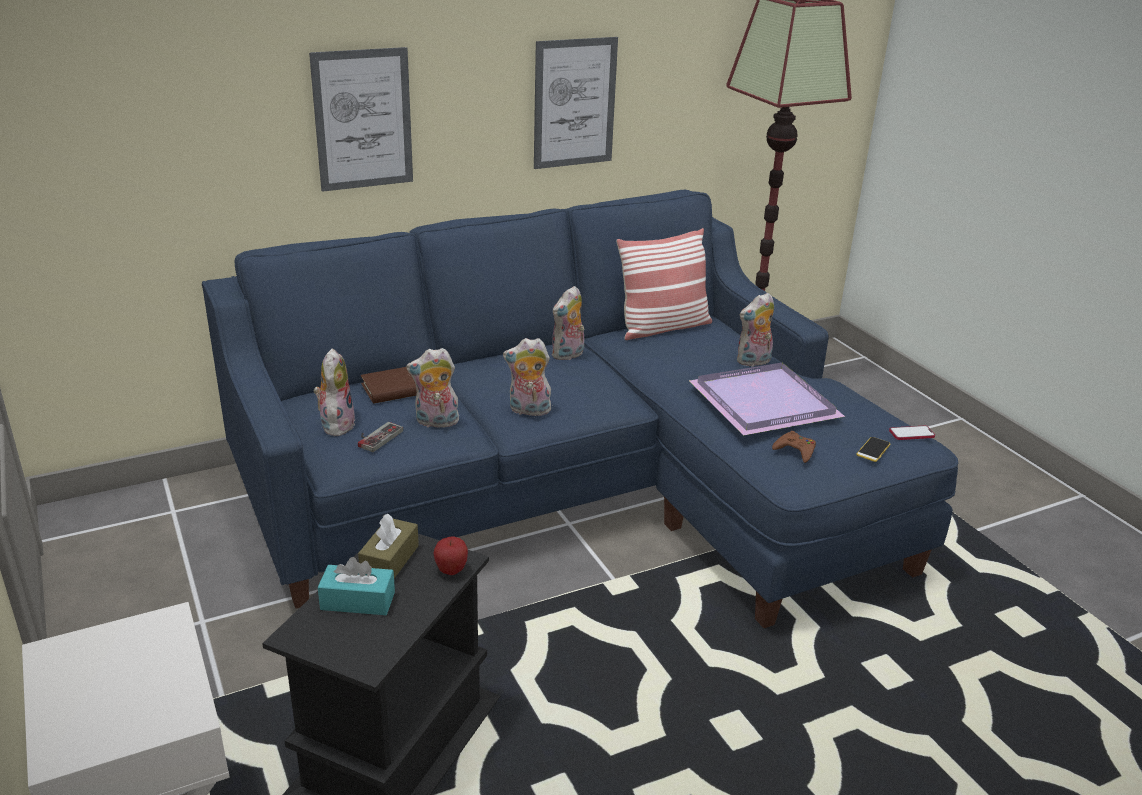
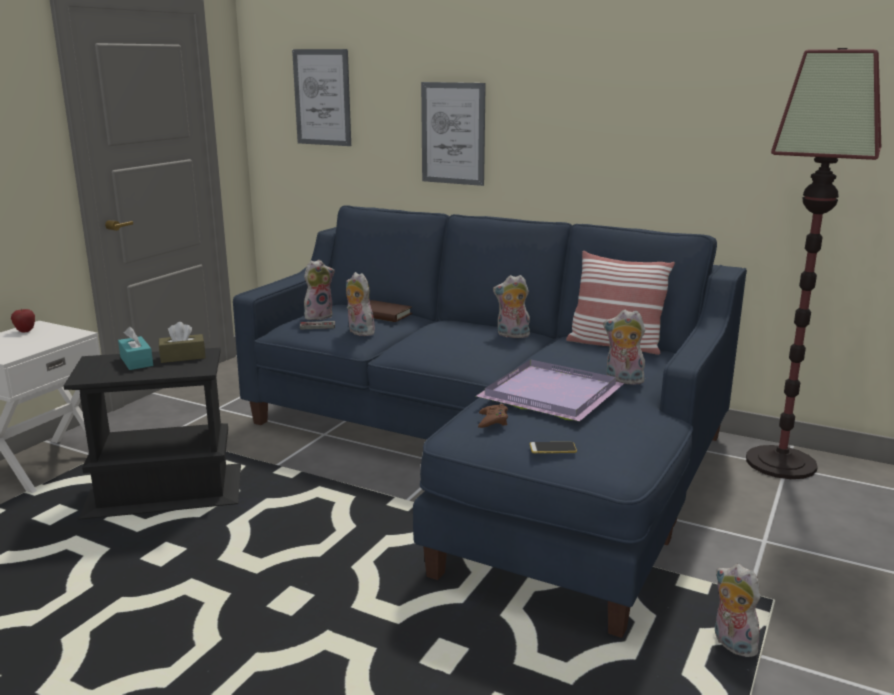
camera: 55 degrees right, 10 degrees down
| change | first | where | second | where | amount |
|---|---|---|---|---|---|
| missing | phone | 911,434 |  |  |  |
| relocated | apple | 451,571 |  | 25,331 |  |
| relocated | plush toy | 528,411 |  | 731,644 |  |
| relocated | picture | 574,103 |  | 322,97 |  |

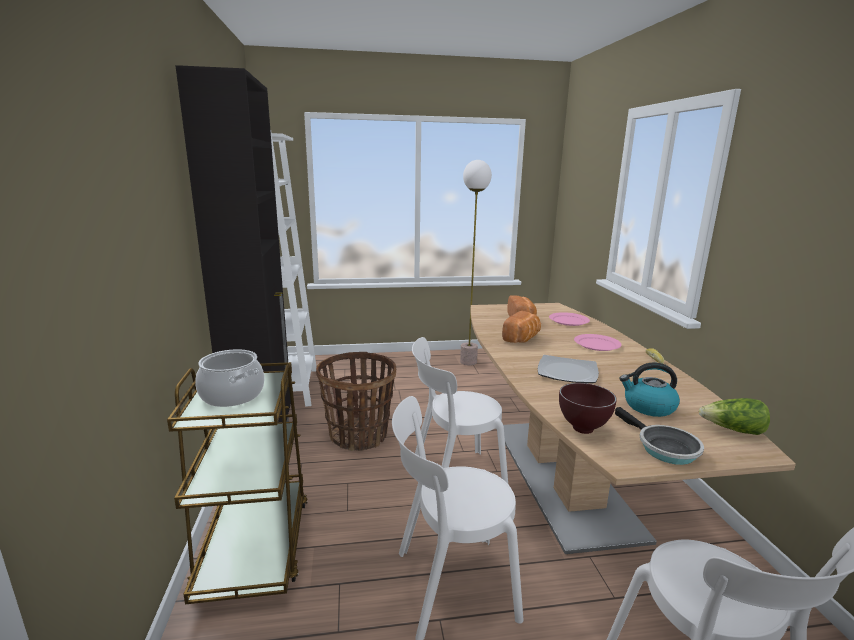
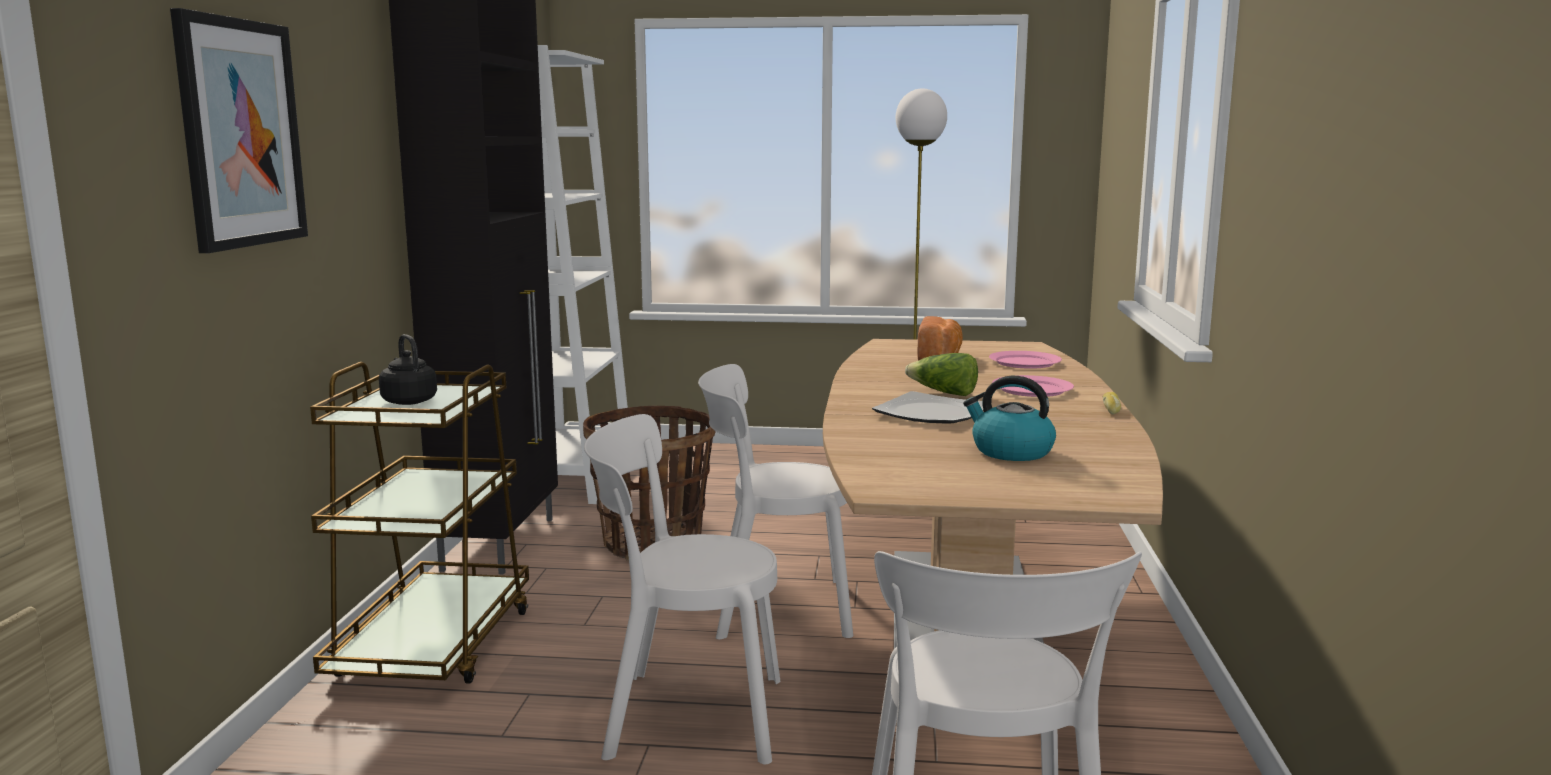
camera: 15 degrees right, 5 degrees down
| change | first | where | second | where | amount |
|---|---|---|---|---|---|
| missing | bread | 522,338 |  |  |  |
| missing | bowl in brown | 582,430 |  |  |  |
| missing | frying pan | 663,448 |  |  |  |
| appeared |  |  | picture | 240,133 |  |
| relocated | lettuce | 732,430 |  | 943,393 |  |
| exchanged | cooking pot | 232,395 | kettle in black | 408,401 |  |

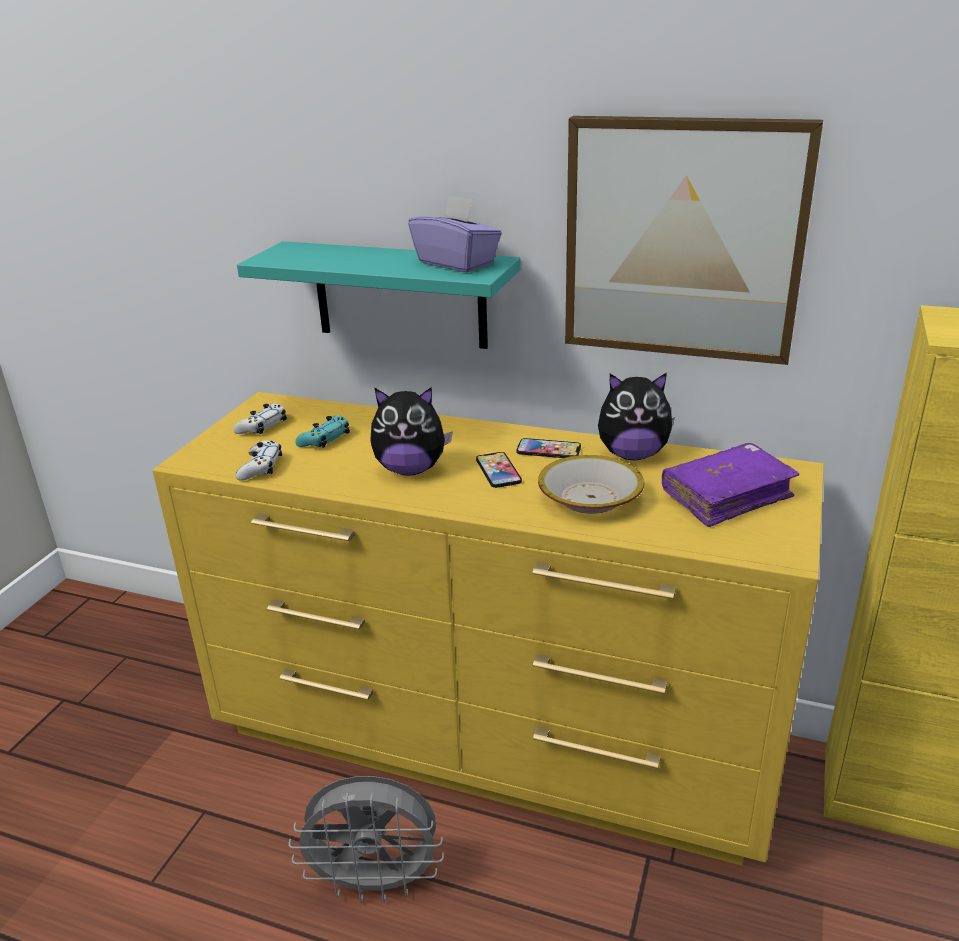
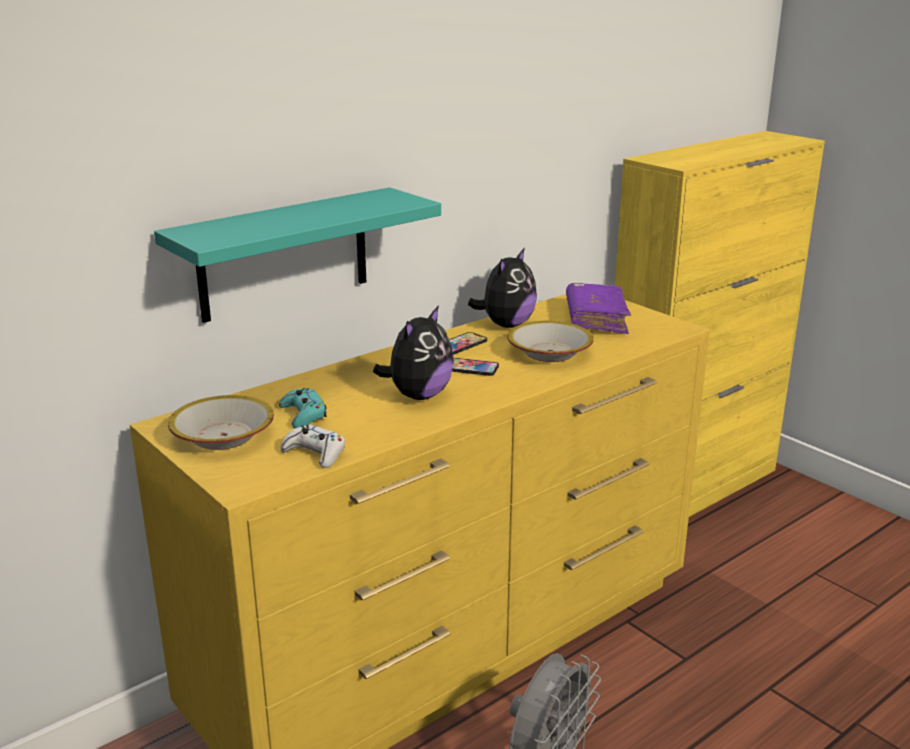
camera: 60 degrees left, 5 degrees down
| change | first | where | second | where | amount |
|---|---|---|---|---|---|
| missing | tissue box in purple | 457,263 |  |  |  |
| missing | picture | 683,239 |  |  |  |
| exchanged | game controller in white | 262,426 | bowl | 224,436 |  |

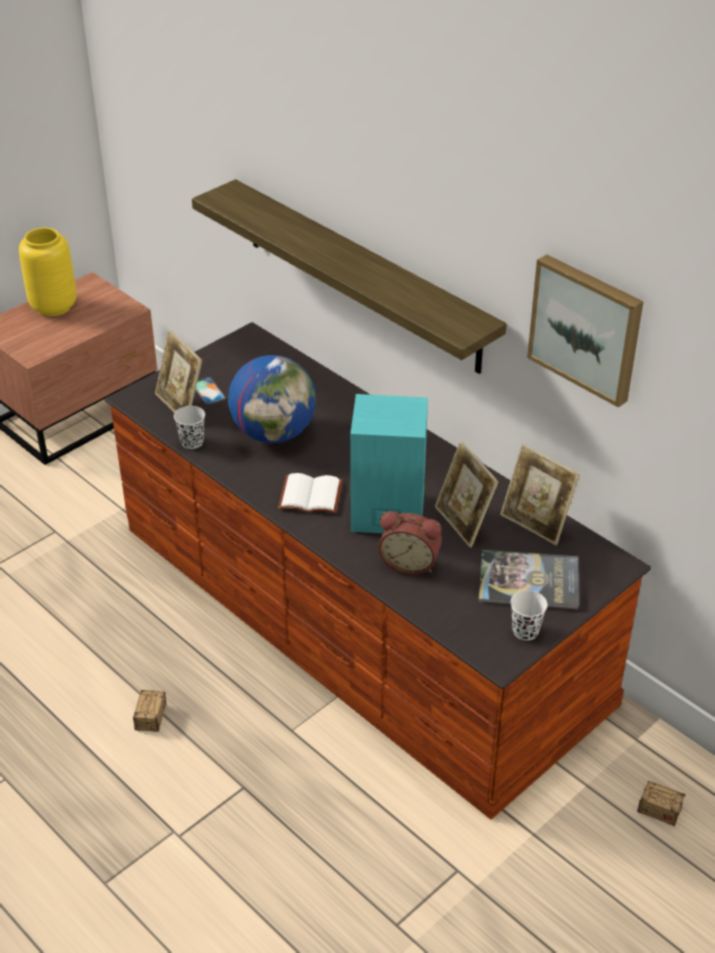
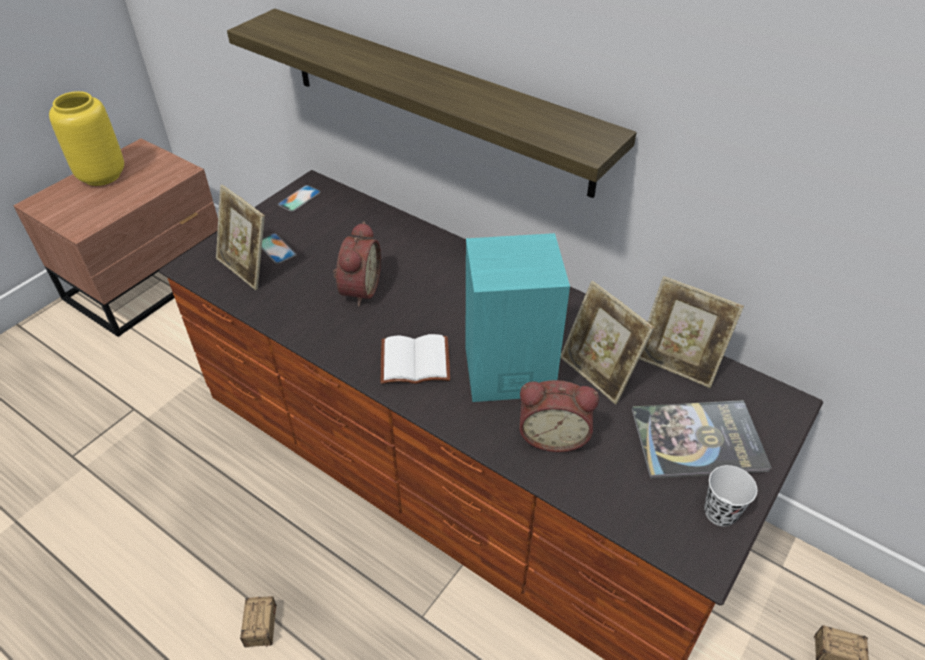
camera: 10 degrees left, 5 degrees up
| change | first | where | second | where | amount |
|---|---|---|---|---|---|
| missing | cup in black | 192,442 |  |  |  |
| missing | picture | 587,328 |  |  |  |
| appeared |  |  | phone | 299,198 |  |
| exchanged | globe | 274,433 | alarm clock | 358,289 |  |

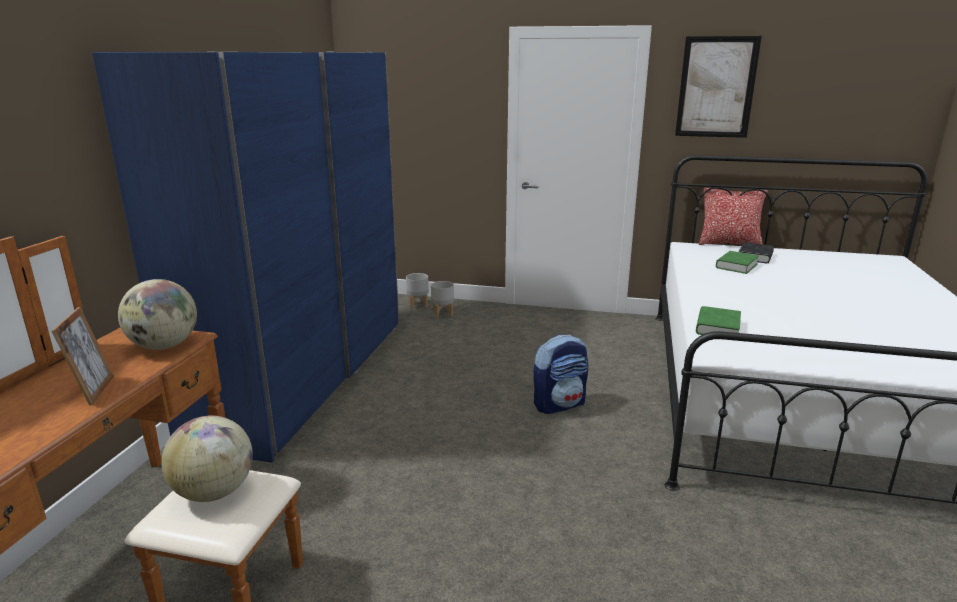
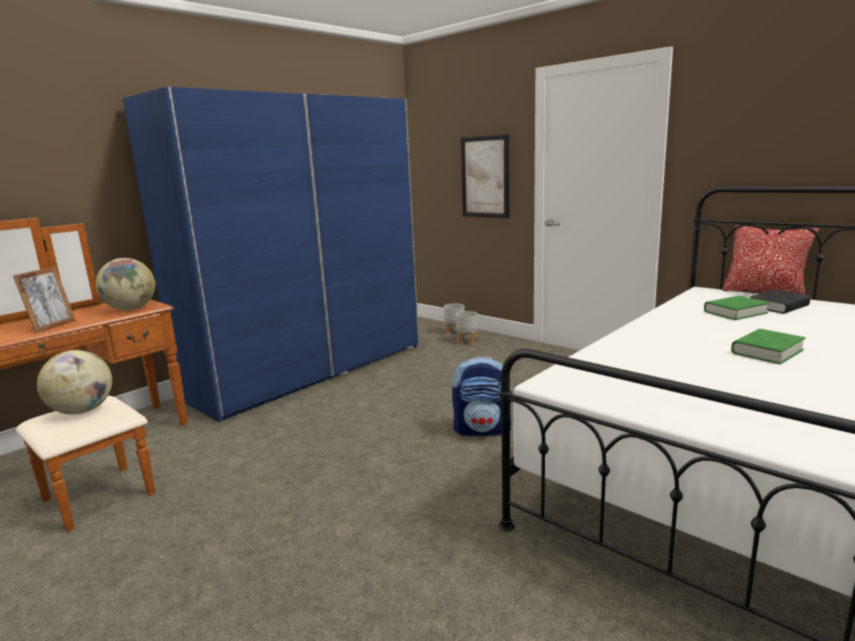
camera: 30 degrees right, 5 degrees down
| change | first | where | second | where | amount |
|---|---|---|---|---|---|
| relocated | picture | 716,87 |  | 485,177 |  |
| relocated | book in green | 717,327 |  | 767,351 |  |

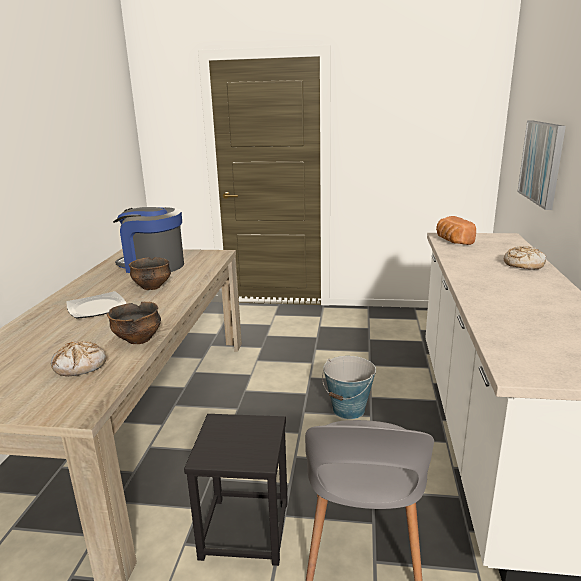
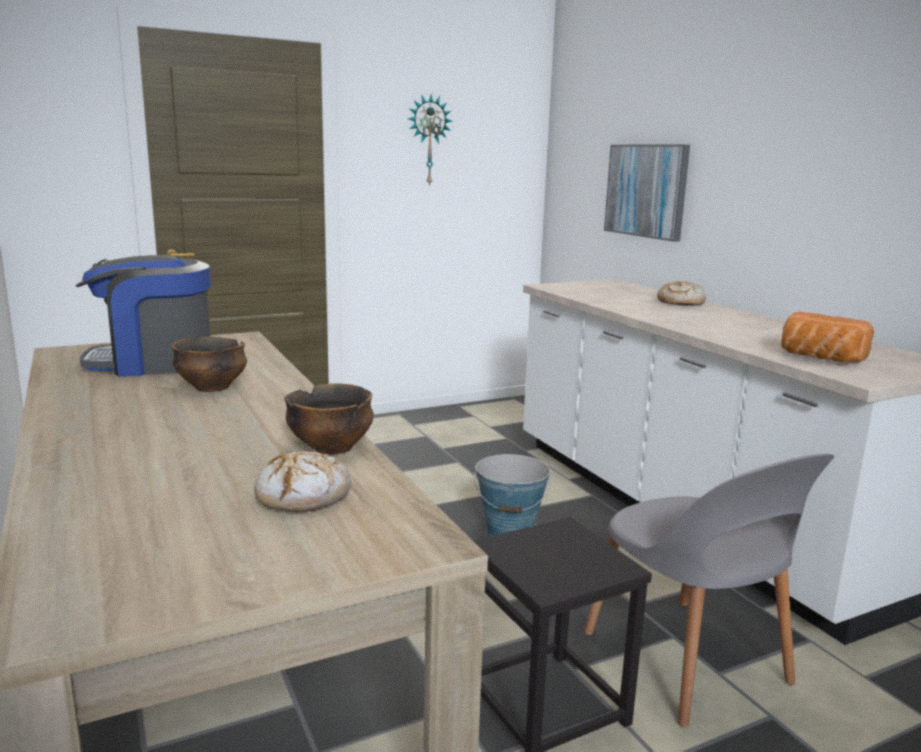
camera: 35 degrees left, 5 degrees down
| change | first | where | second | where | amount |
|---|---|---|---|---|---|
| missing | plate | 97,308 |  |  |  |
| appeared |  |  | wall clock | 428,140 |  |
| relocated | bread | 452,241 |  | 819,358 |  |

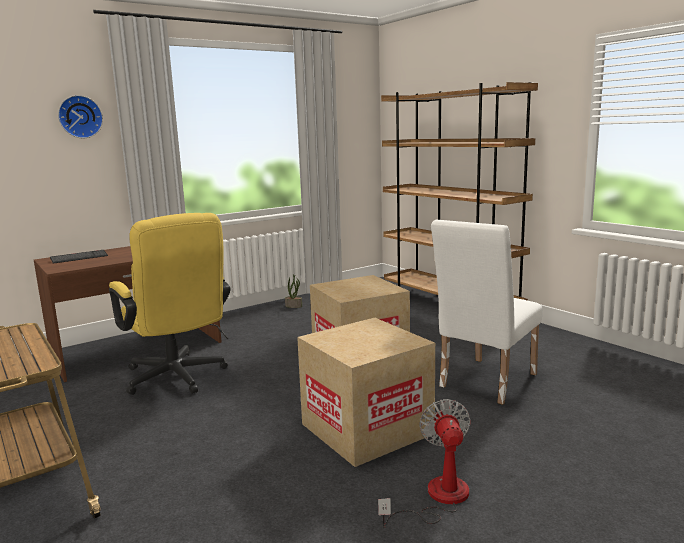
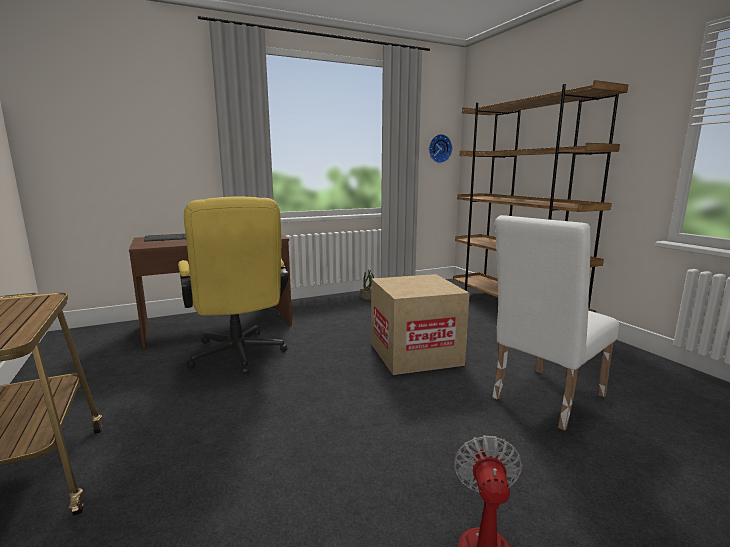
camera: 10 degrees right, 0 degrees up
| change | first | where | second | where | amount |
|---|---|---|---|---|---|
| missing | cardboard box | 366,429 |  |  |  |
| relocated | wall clock | 80,117 |  | 439,148 |  |

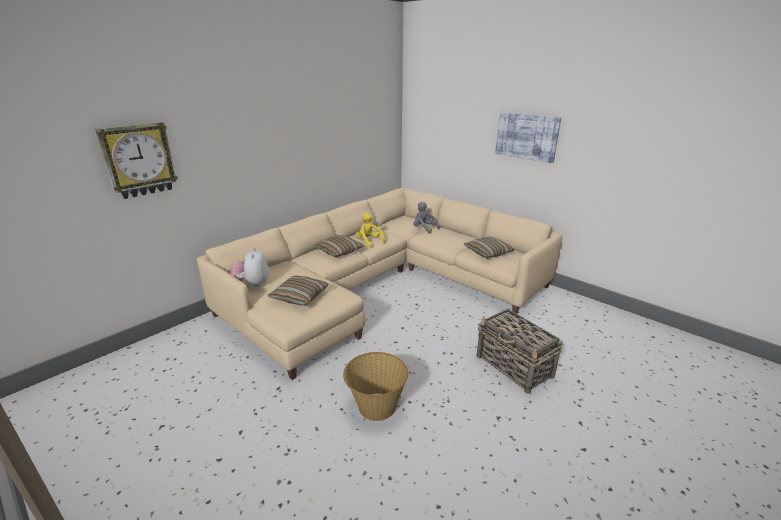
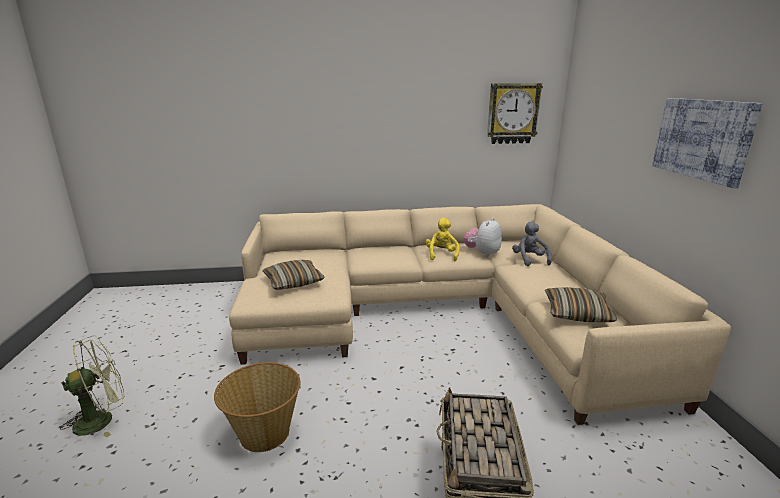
camera: 40 degrees right, 5 degrees down
| change | first | where | second | where | amount |
|---|---|---|---|---|---|
| missing | pillow | 339,251 |  |  |  |
| appeared |  |  | fan in green | 102,419 |  |
| relocated | wall clock | 139,160 |  | 512,113 |  |
| relocated | plush toy | 253,284 |  | 482,253 |  |

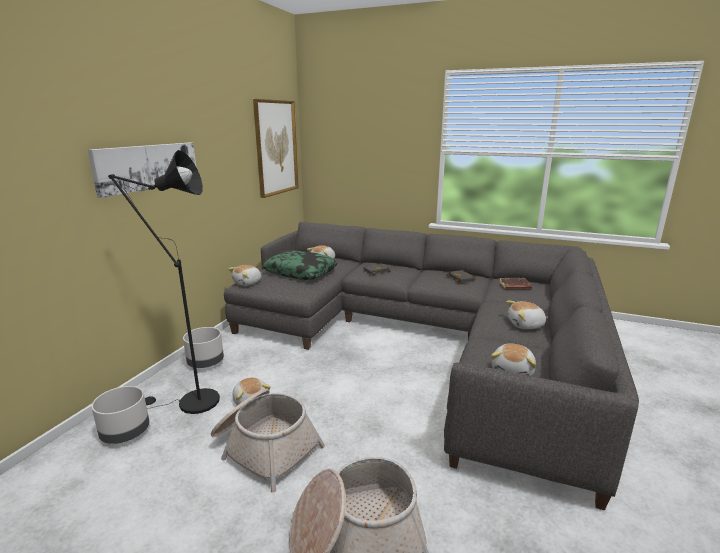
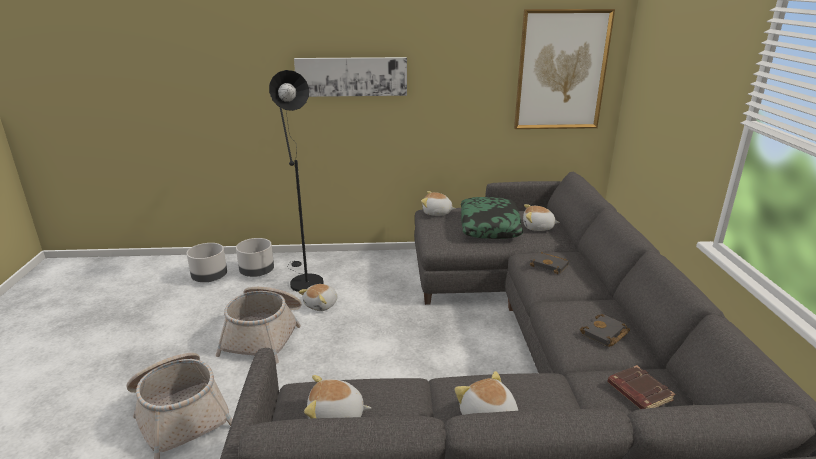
camera: 65 degrees right, 5 degrees up
| change | first | where | second | where | amount |
|---|---|---|---|---|---|
| relocated | planter in grey | 206,363 |  | 210,278 |  |

